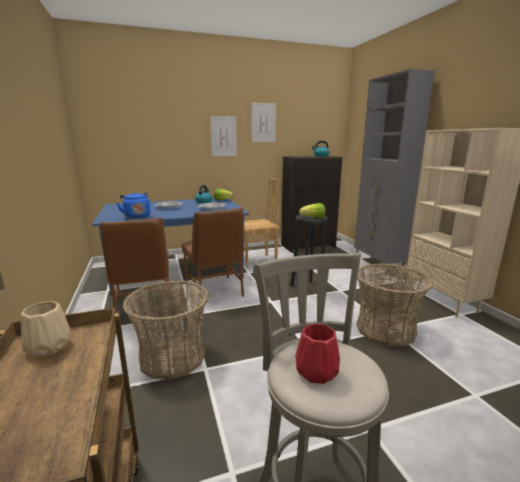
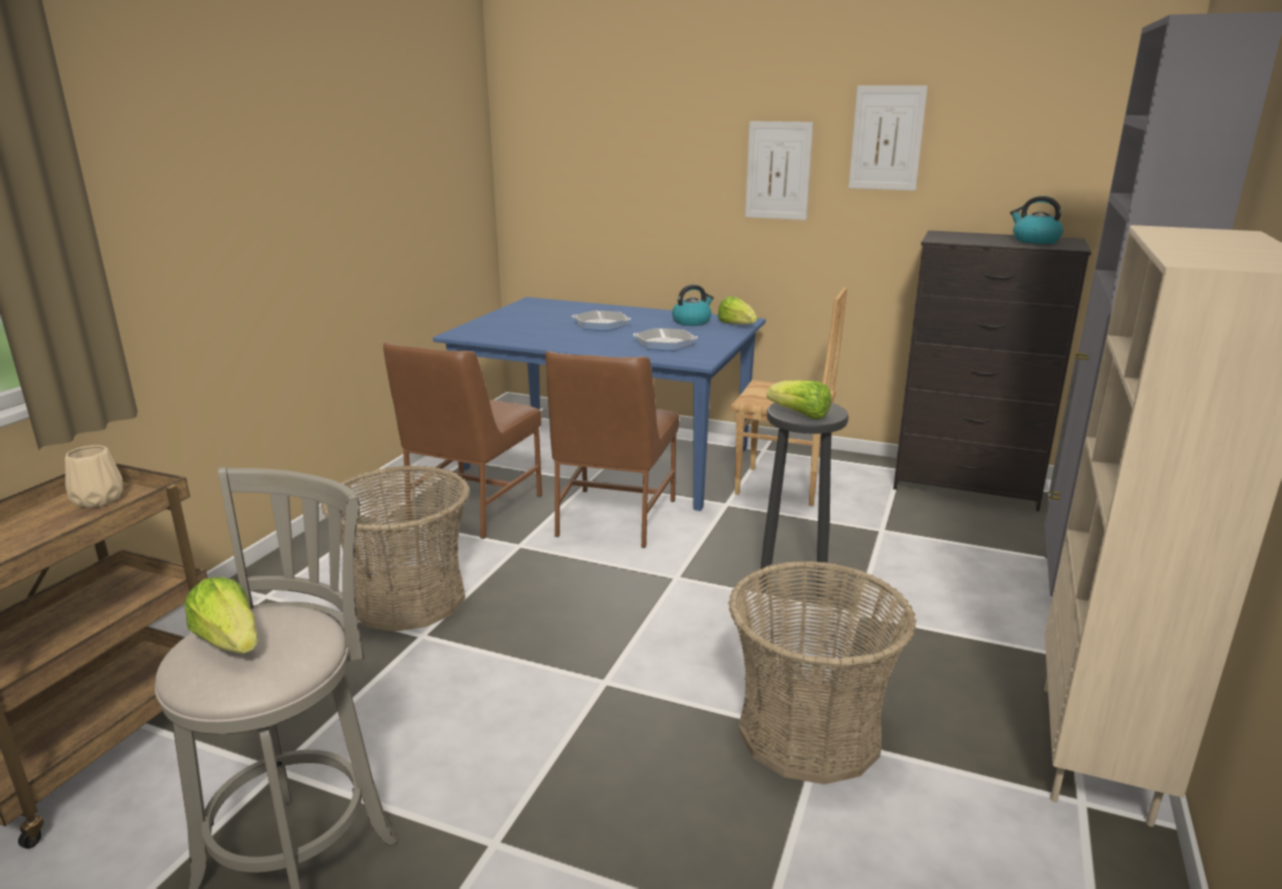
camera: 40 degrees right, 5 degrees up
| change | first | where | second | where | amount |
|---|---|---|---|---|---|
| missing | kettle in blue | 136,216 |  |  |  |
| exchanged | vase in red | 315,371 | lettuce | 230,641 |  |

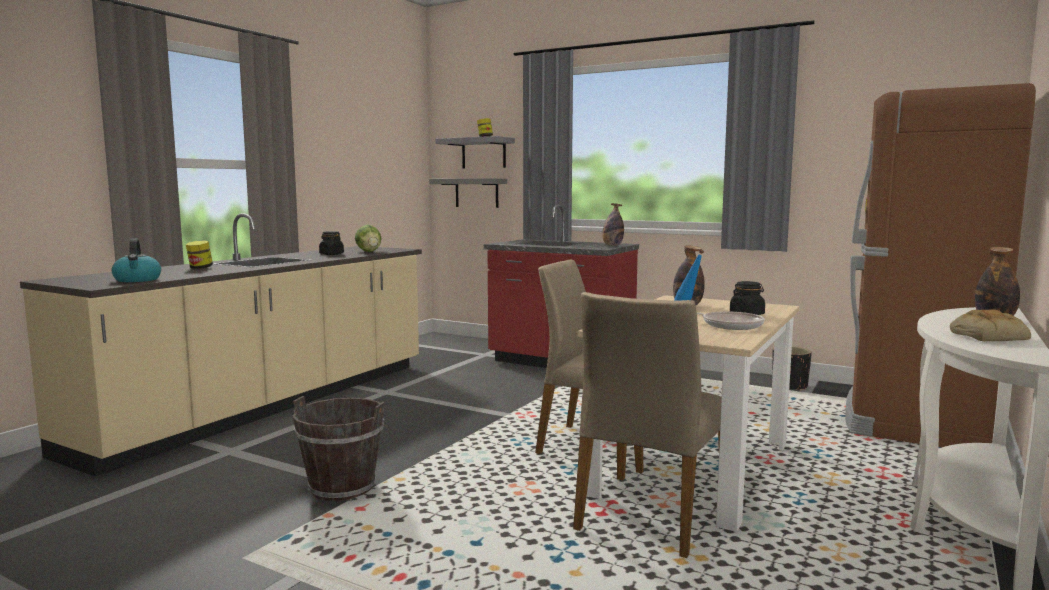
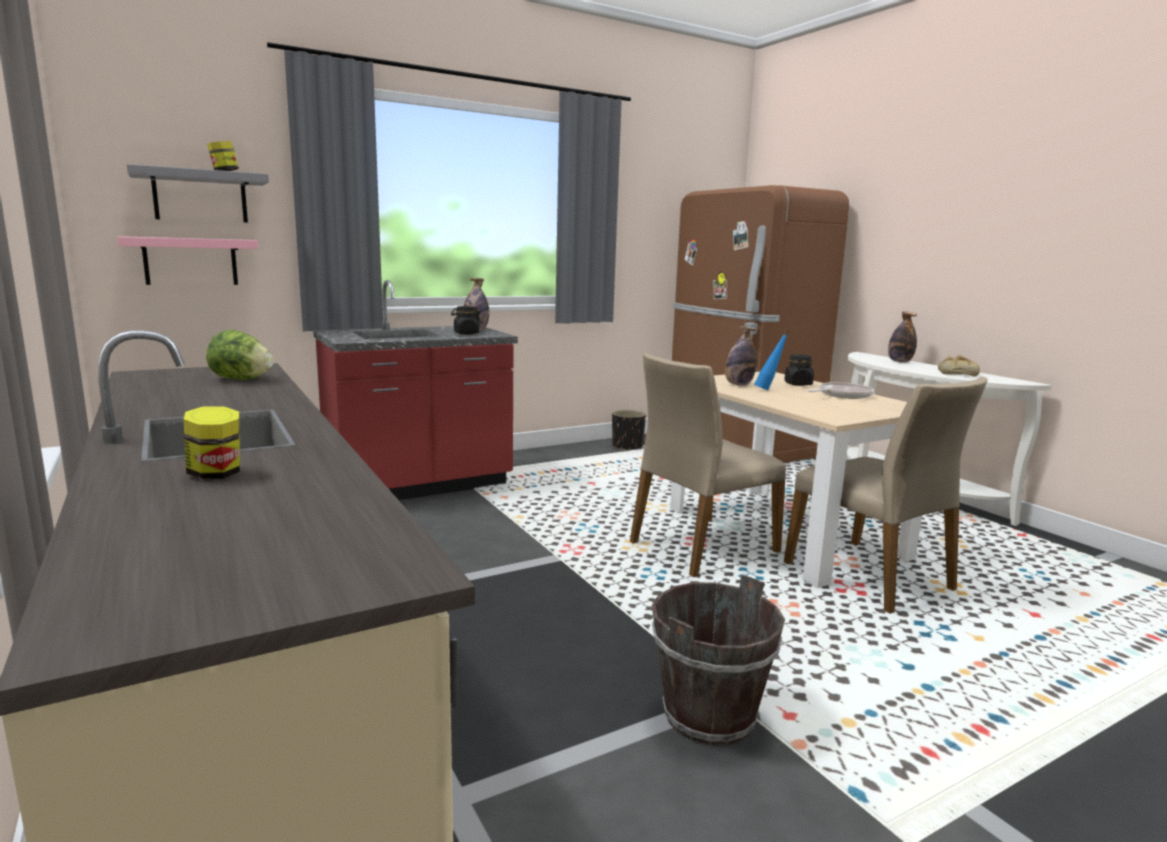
camera: 60 degrees left, 5 degrees up
| change | first | where | second | where | amount |
|---|---|---|---|---|---|
| missing | kettle | 137,280 |  |  |  |
| relocated | jar in black | 331,254 |  | 466,333 |  |
| colour | shelf in grey | 477,193 | shelf in pink | 190,261 |  |

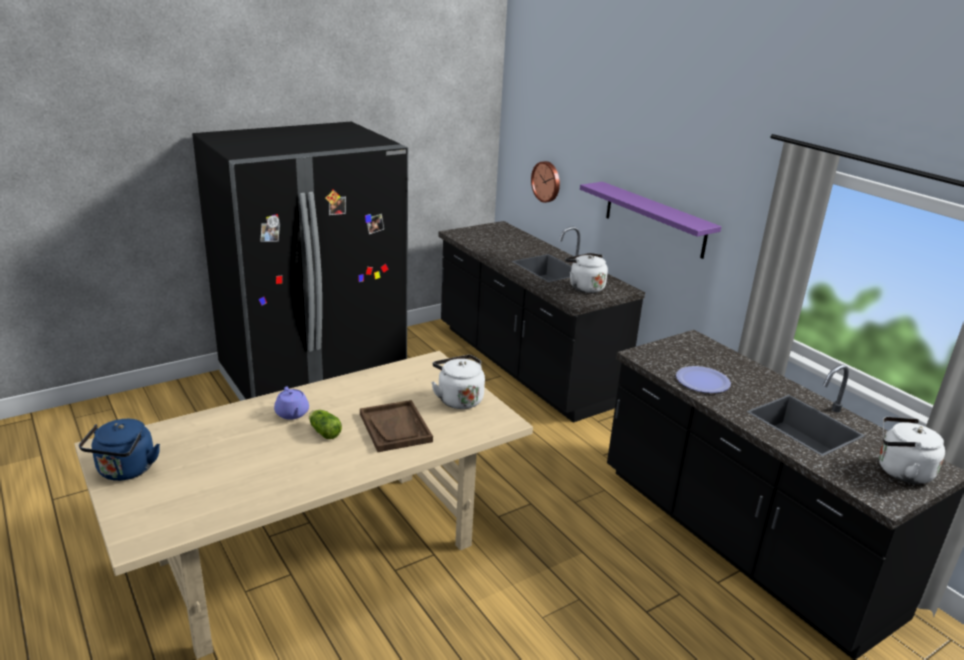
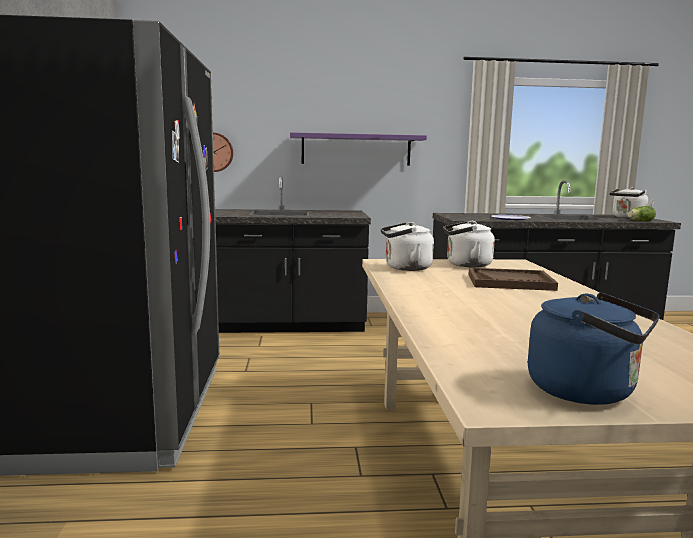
camera: 60 degrees left, 15 degrees down
| change | first | where | second | where | amount |
|---|---|---|---|---|---|
| missing | teapot in purple | 292,414 |  |  |  |
| relocated | lettuce | 324,431 |  | 639,221 |  |
| relocated | kettle in white | 584,287 |  | 405,268 |  |

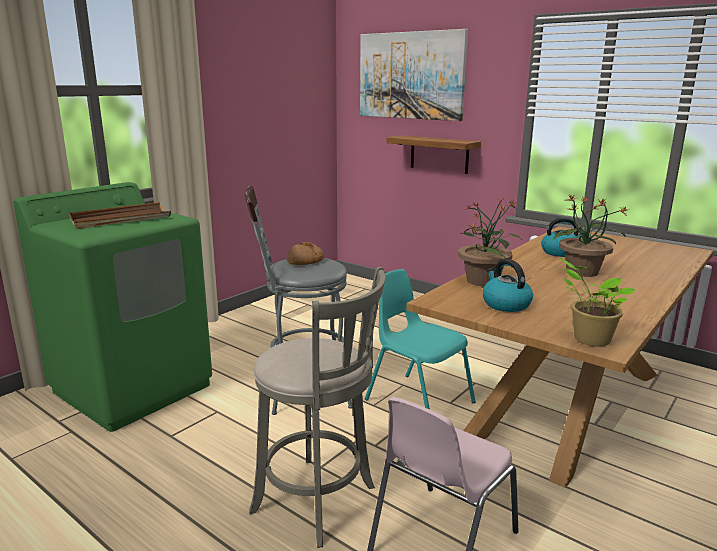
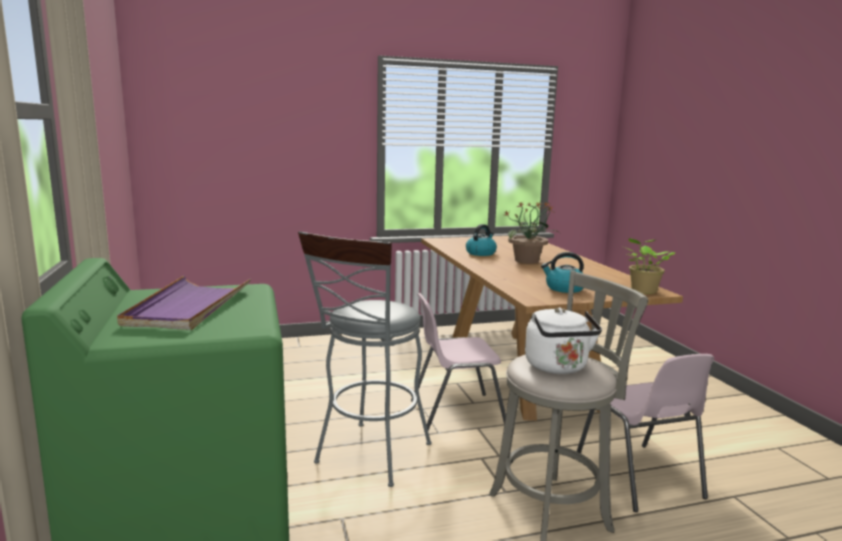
camera: 55 degrees left, 5 degrees down
| change | first | where | second | where | amount |
|---|---|---|---|---|---|
| missing | bread | 305,261 |  |  |  |
| missing | picture | 411,76 |  |  |  |
| missing | shelf | 439,154 |  |  |  |
| missing | potted plant | 483,280 |  |  |  |
| appeared |  |  | kettle in white | 558,367 |  |
| colour | tray in brown | 120,219 | tray in purple | 189,307 |  |
| colour | chair in turquoise | 418,401 | chair in pink | 455,413 |  |

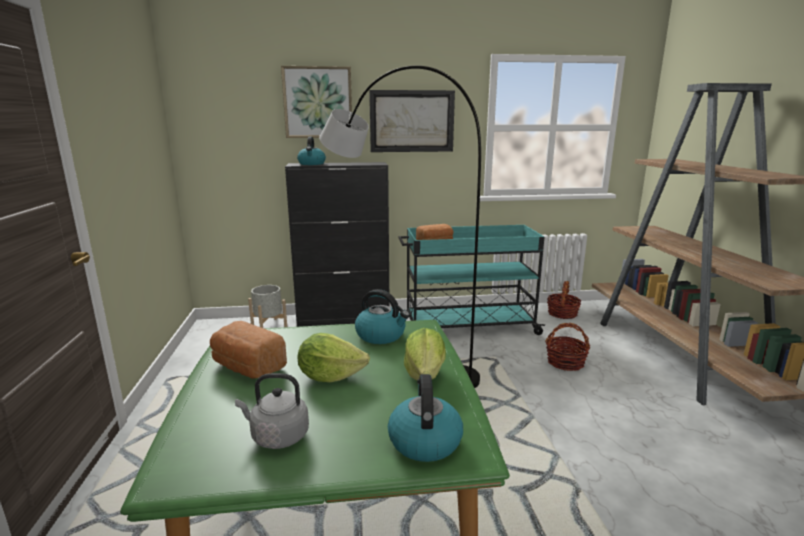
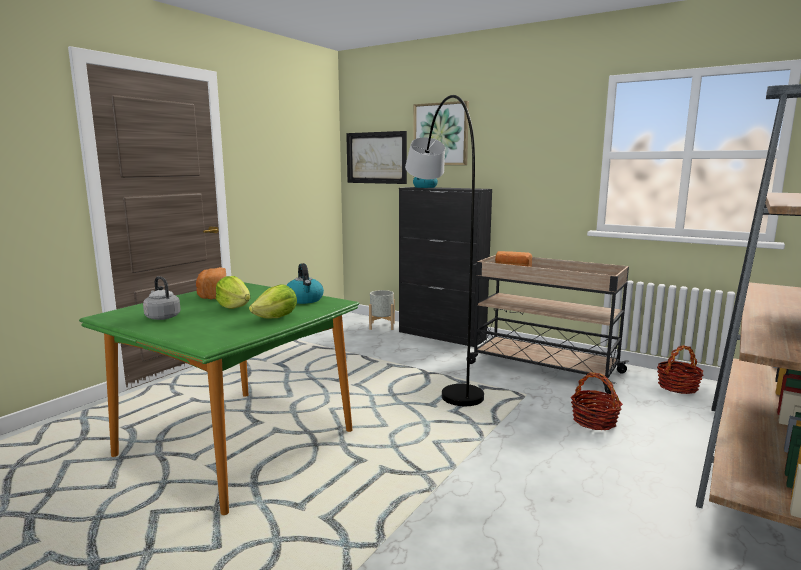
camera: 40 degrees right, 5 degrees down
| change | first | where | second | where | amount |
|---|---|---|---|---|---|
| missing | kettle | 424,440 |  |  |  |
| relocated | picture | 412,121 |  | 376,158 |  |
| colour | cart in turquoise | 467,326 | cart in beige | 542,367 |  |

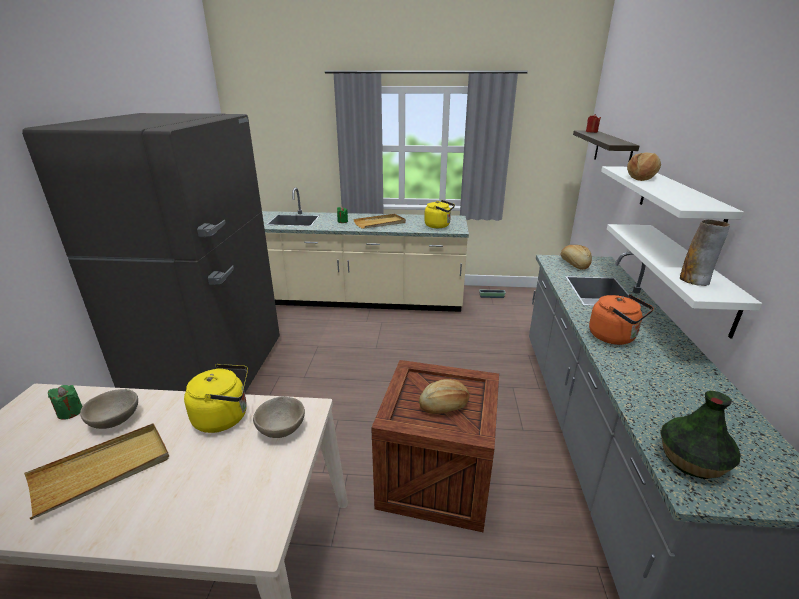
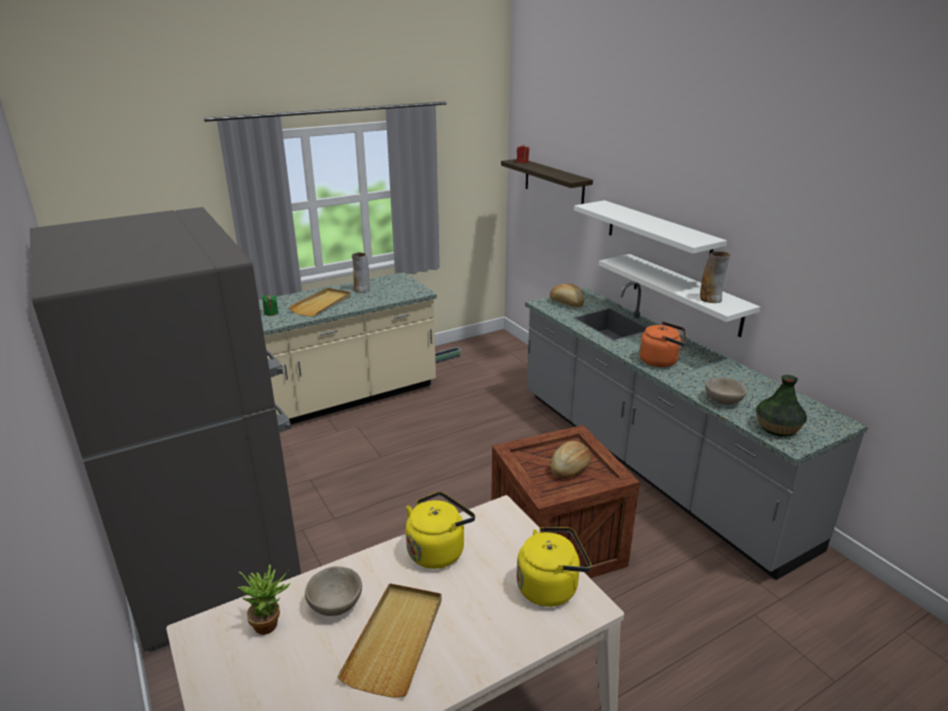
camera: 35 degrees left, 0 degrees up
| change | first | where | second | where | amount |
|---|---|---|---|---|---|
| missing | bread | 642,177 |  |  |  |
| appeared |  |  | vase | 362,290 |  |
| relocated | bowl in beige | 282,429 |  | 723,401 |  |
| relocated | kettle in yellow | 439,226 |  | 550,587 |  |
| exchanged | candle in green | 70,412 | potted plant | 270,623 |  |

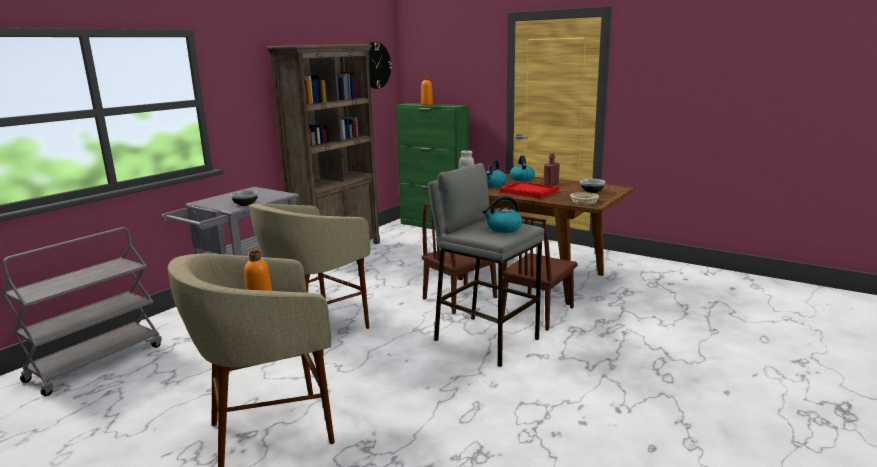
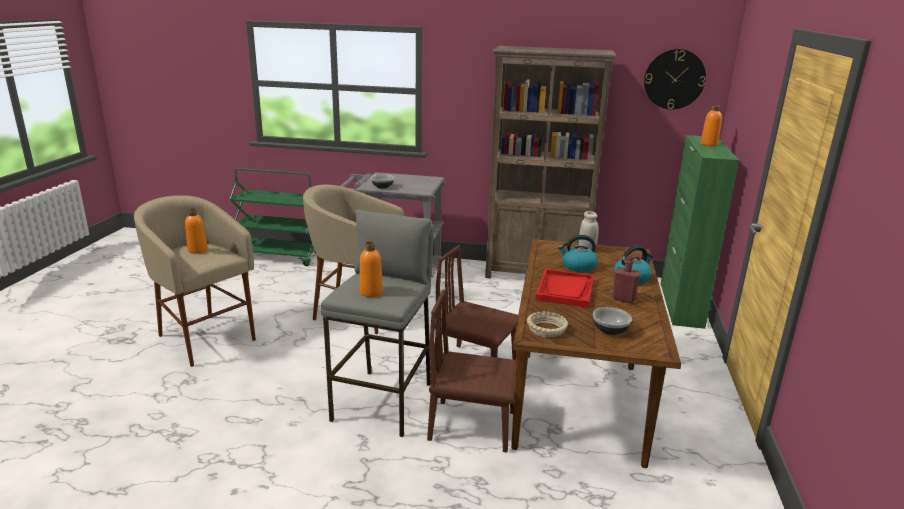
camera: 65 degrees right, 5 degrees up
| change | first | where | second | where | amount |
|---|---|---|---|---|---|
| exchanged | kettle | 503,228 | bottle in orange | 371,292 |  |
| colour | cart in grey | 96,362 | cart in green | 279,256 |  |

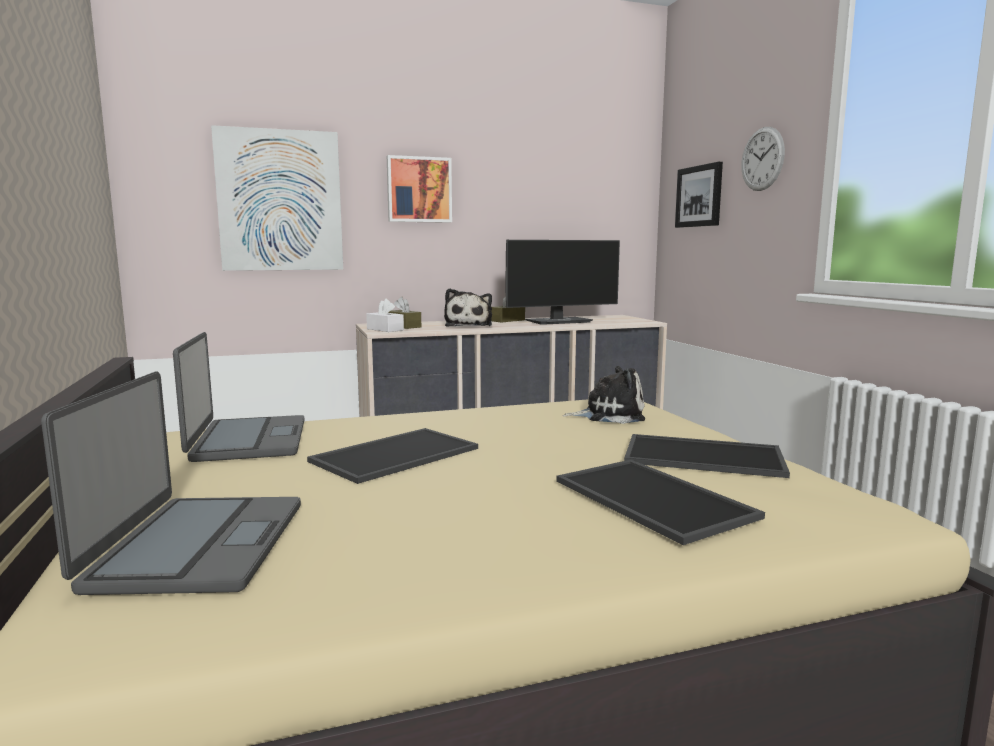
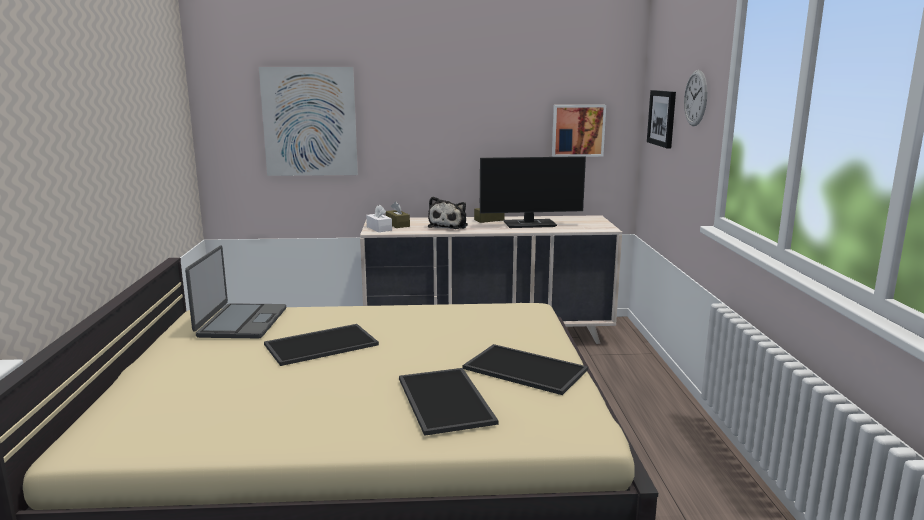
camera: 15 degrees right, 5 degrees up
| change | first | where | second | where | amount |
|---|---|---|---|---|---|
| missing | laptop | 197,545 |  |  |  |
| missing | plush toy | 609,415 |  |  |  |
| relocated | picture | 419,190 |  | 578,130 |  |

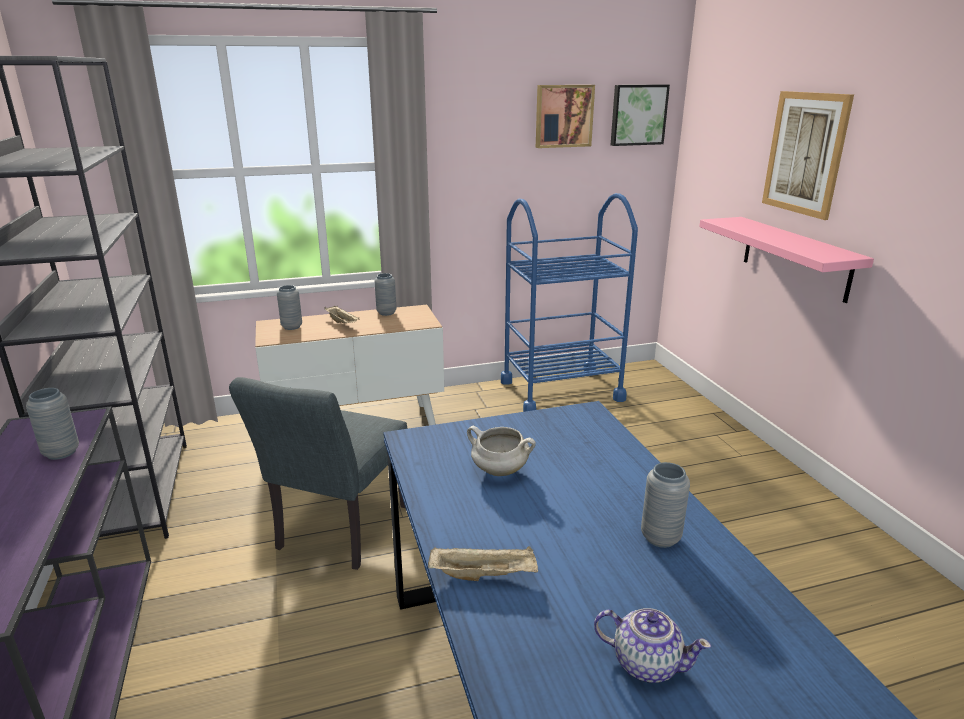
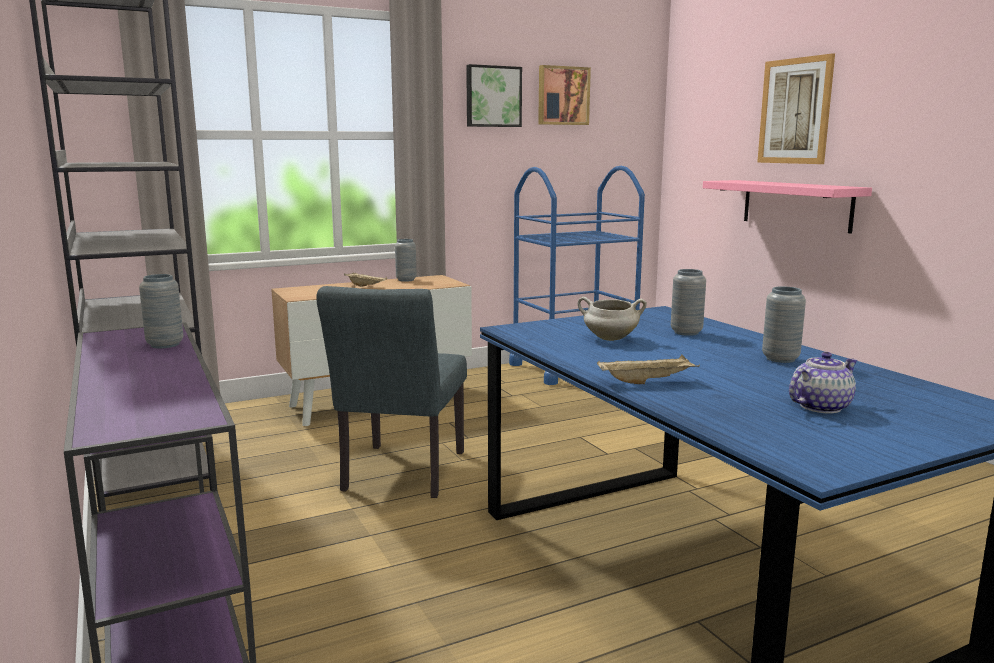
camera: 10 degrees left, 10 degrees down
| change | first | where | second | where | amount |
|---|---|---|---|---|---|
| relocated | vase in grey | 292,327 |  | 686,332 |  |
| relocated | picture | 638,115 |  | 493,96 |  |
| spun | teapot | 645,663 |  | 819,407 | 45 degrees counterclockwise |

